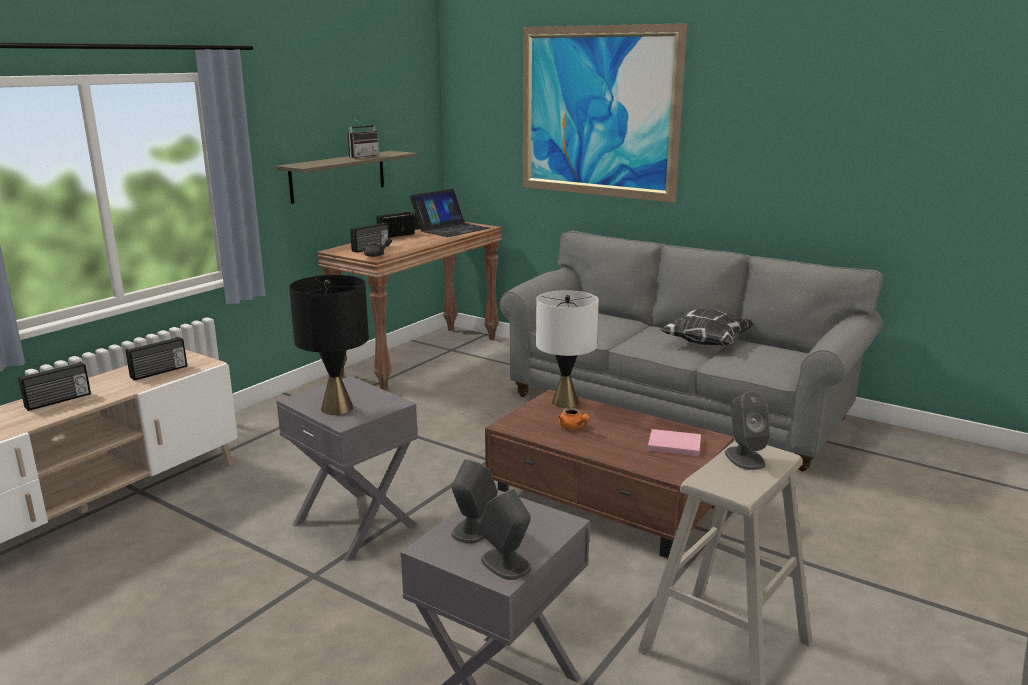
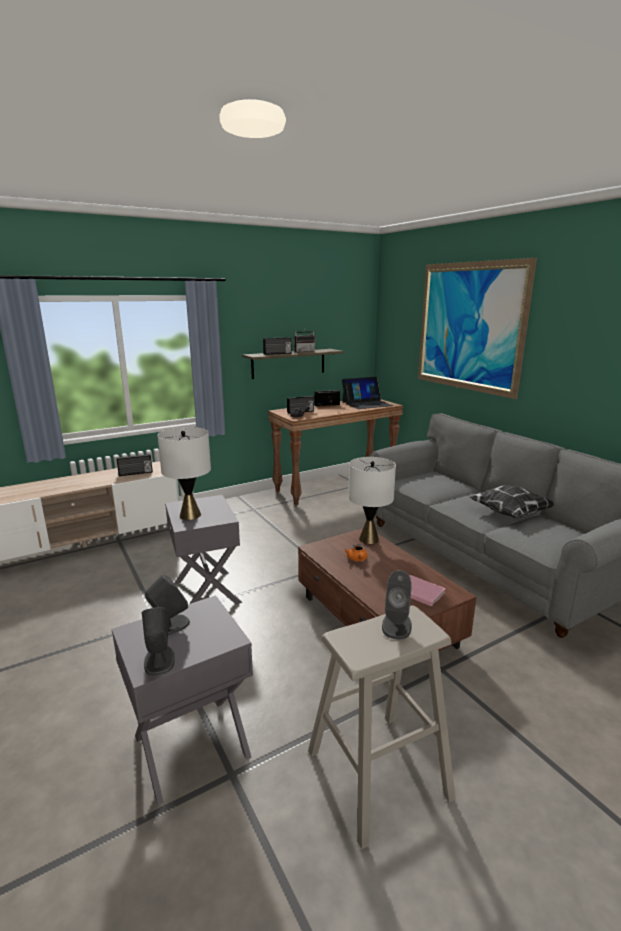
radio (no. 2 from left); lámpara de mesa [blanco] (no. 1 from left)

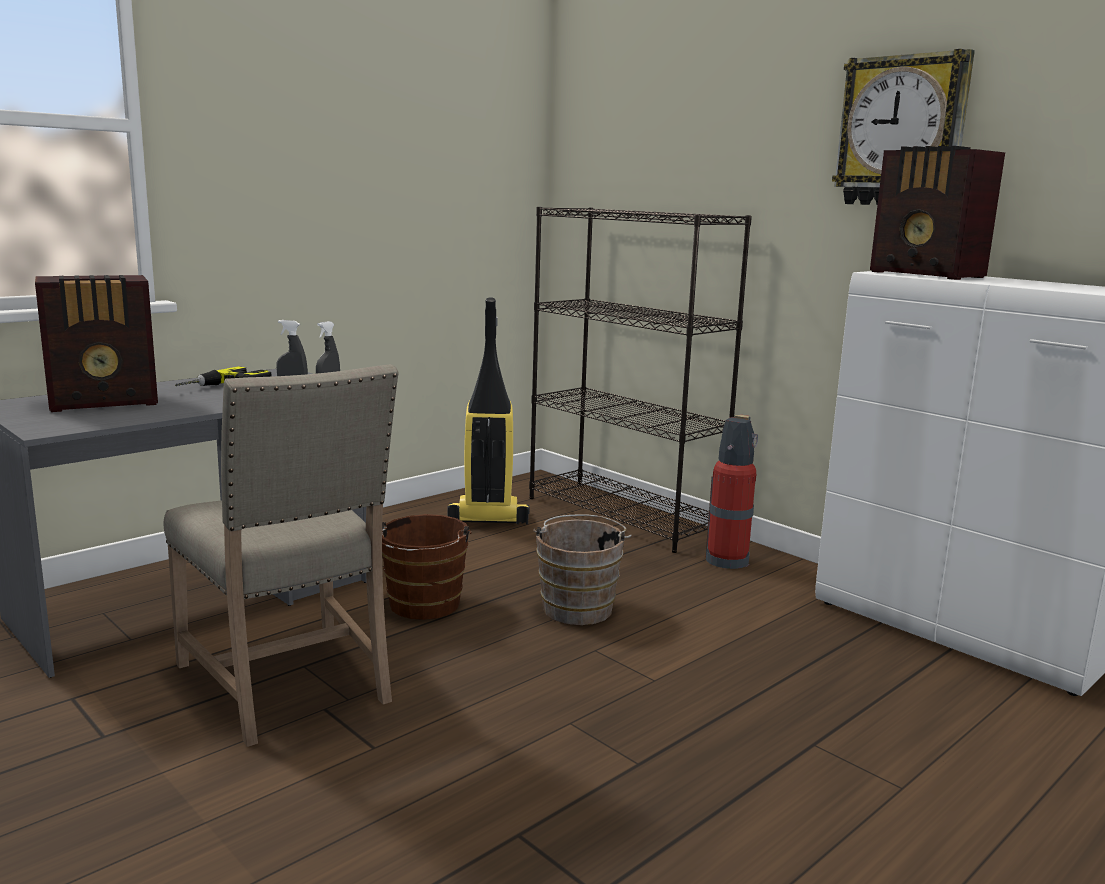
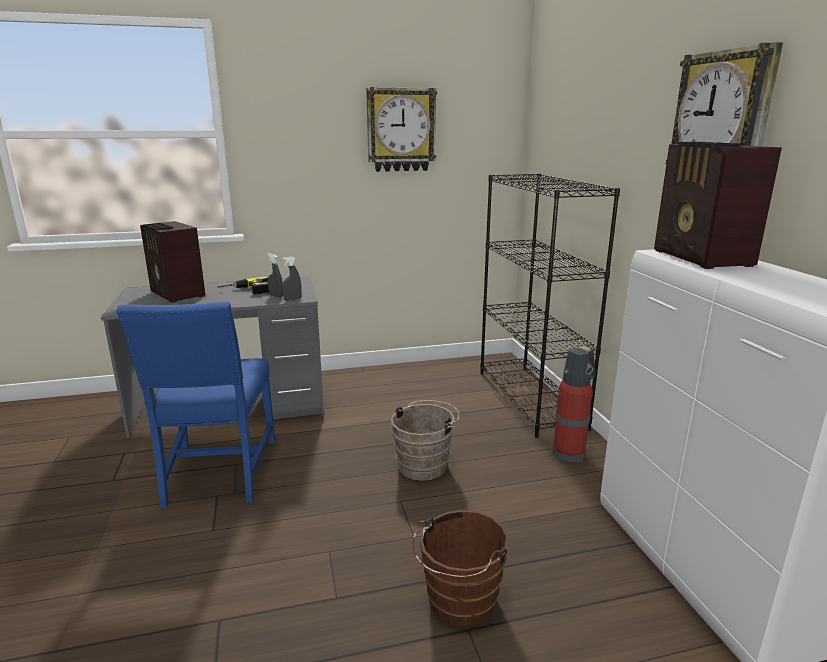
aspiradora; reloj de pared (no. 1 from left); cubo [marrón] (no. 2 from left); silla [azul]; radio (no. 1 from left)

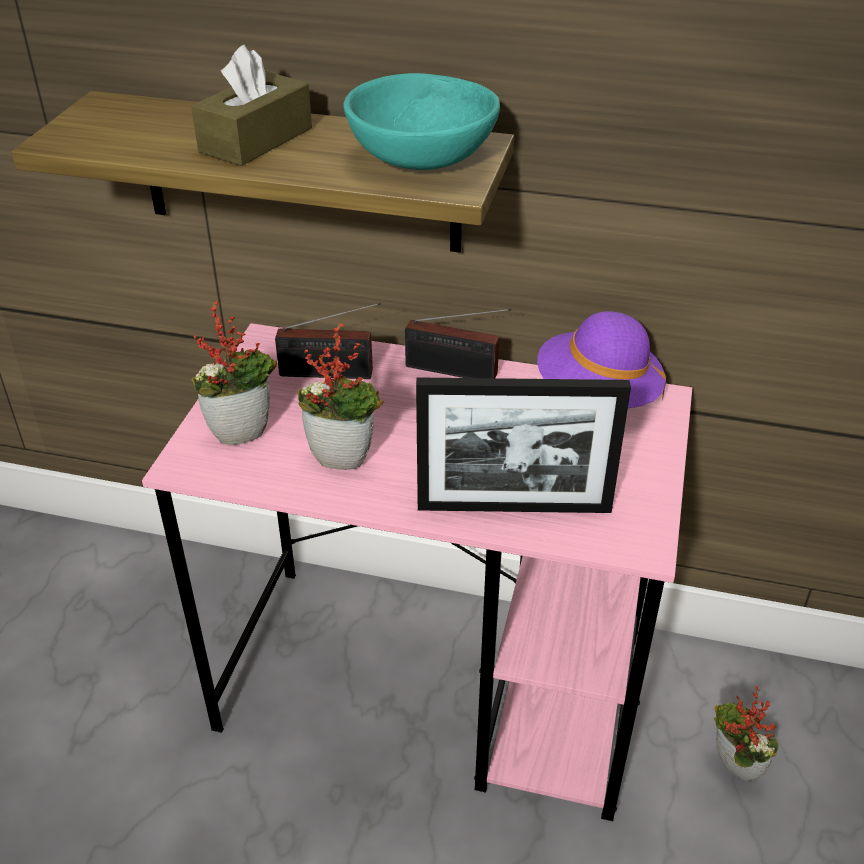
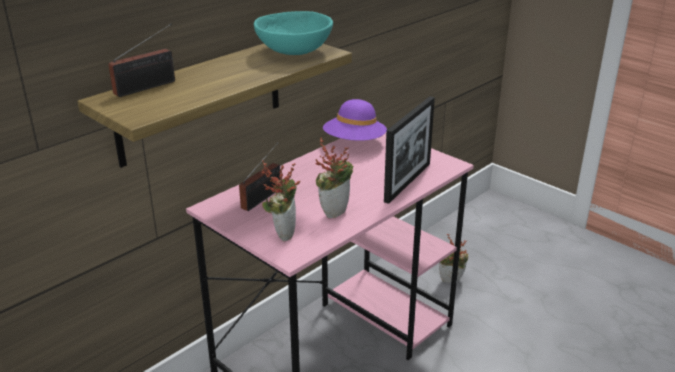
caja de pañuelos [marrón]; radio (no. 1 from left)

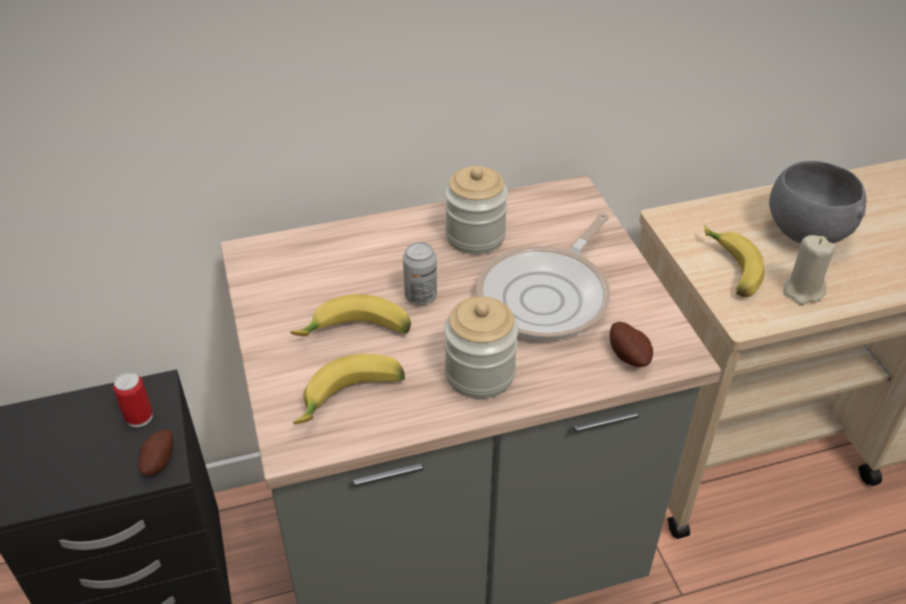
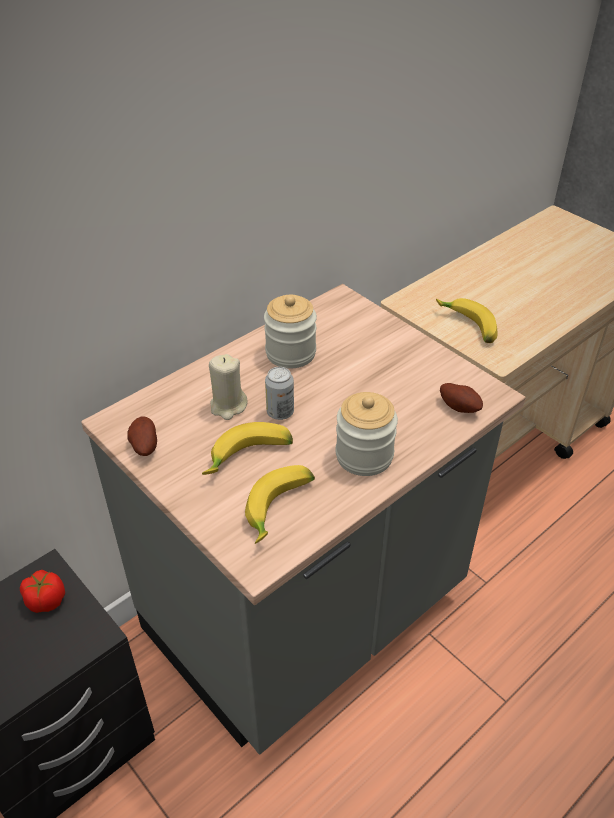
sartén; cuenco [gris]; patata (no. 1 from left); vela [beis]; tomate

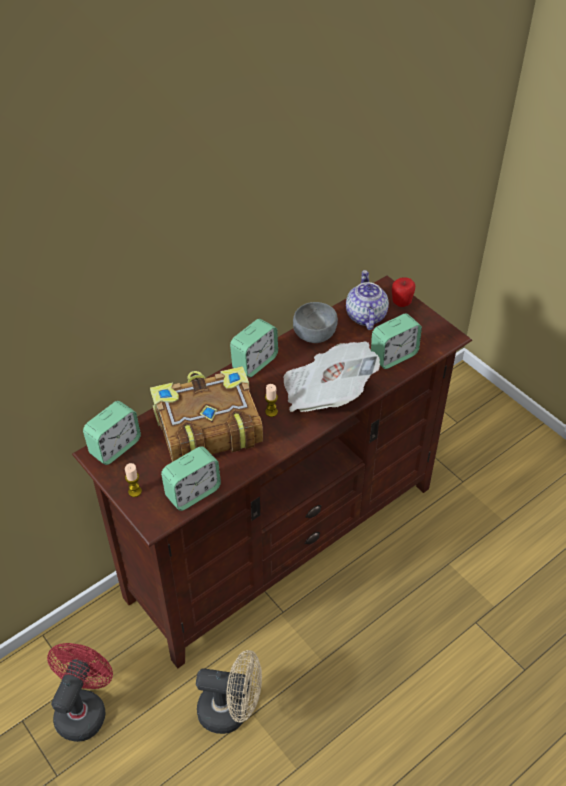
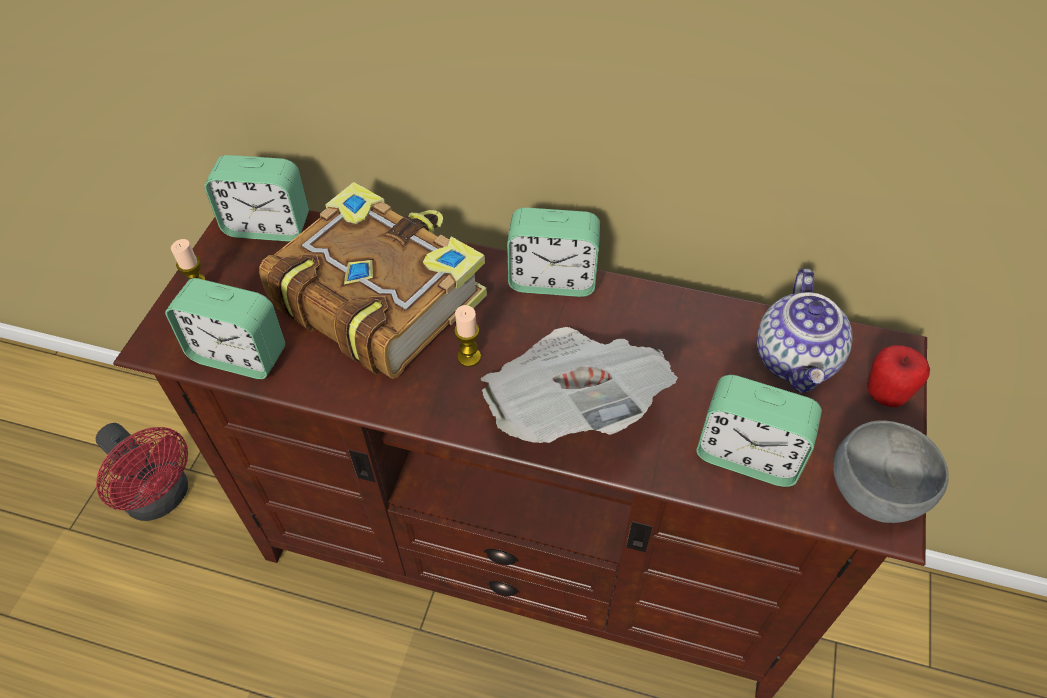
ventilador [beis]; cuenco [gris]; ventilador [rojo]; tetera

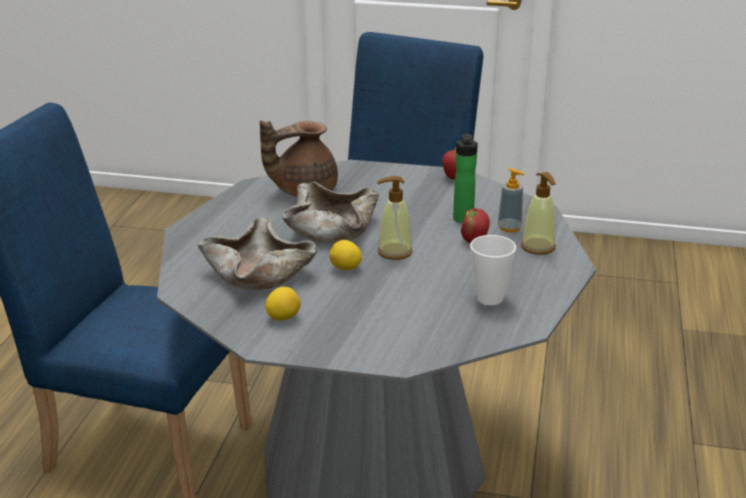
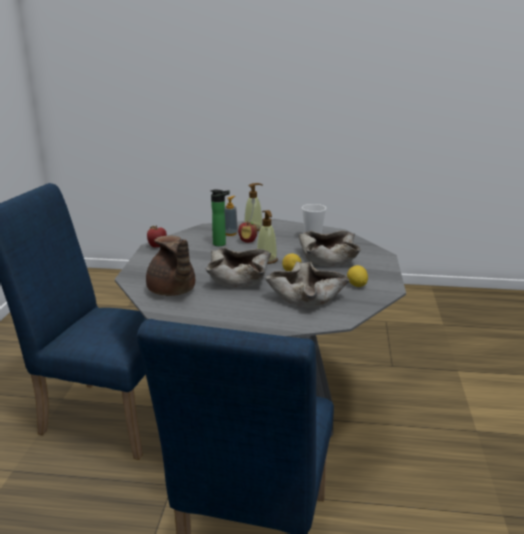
cuenco [beis] (no. 3 from left)

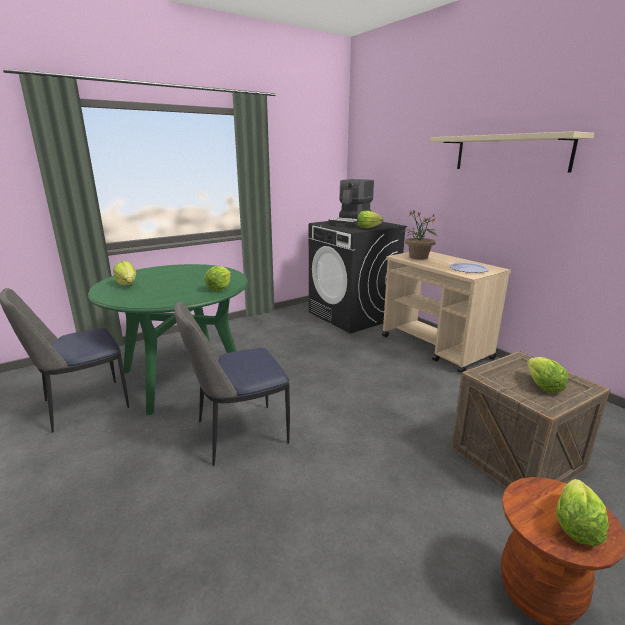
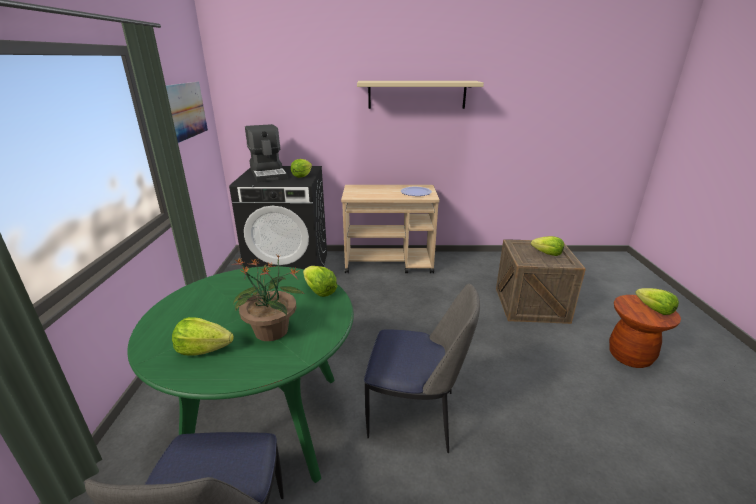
cuadro; planta en maceta; silla (no. 2 from left)

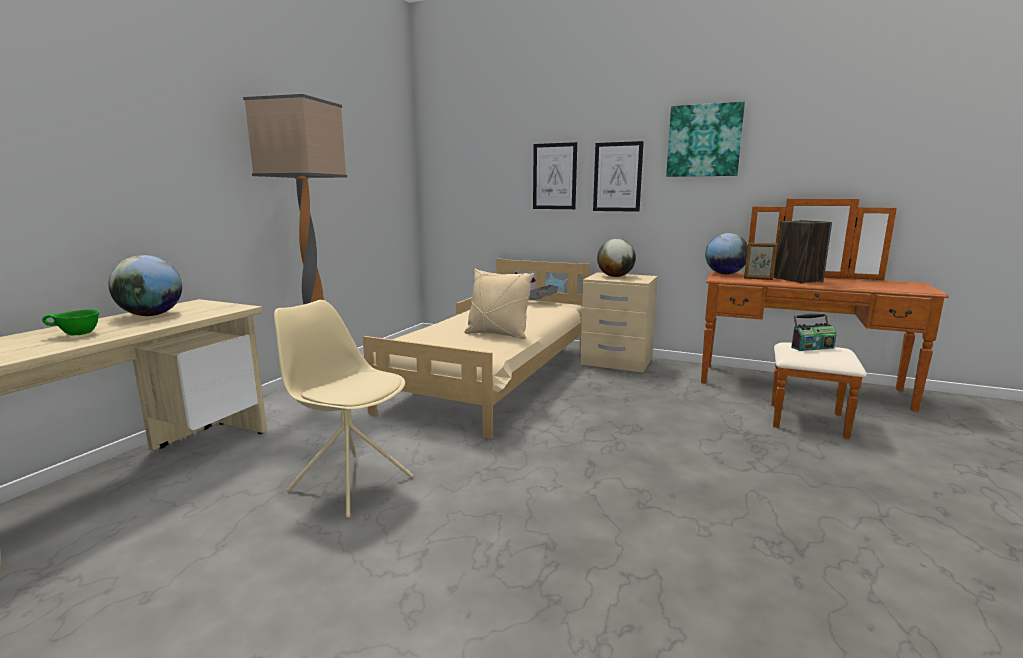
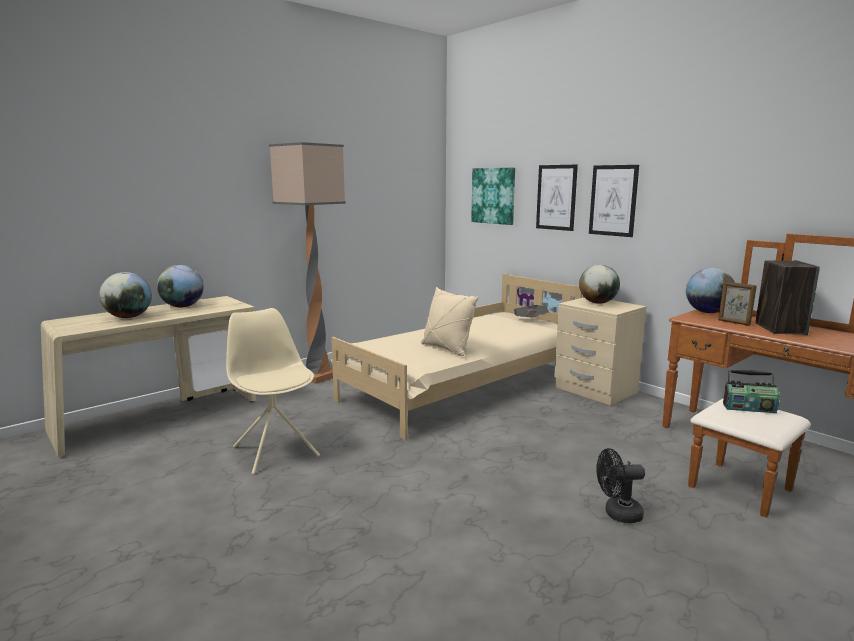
ventilador [negro]; cuadro (no. 1 from left); globo terráqueo (no. 1 from left)

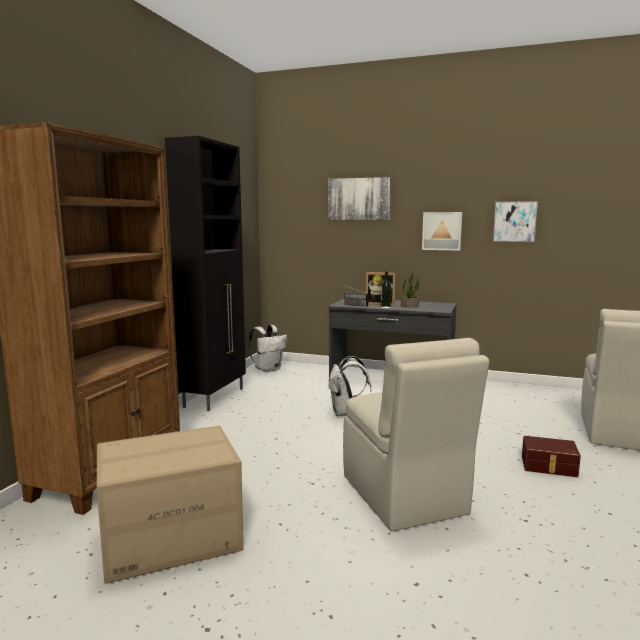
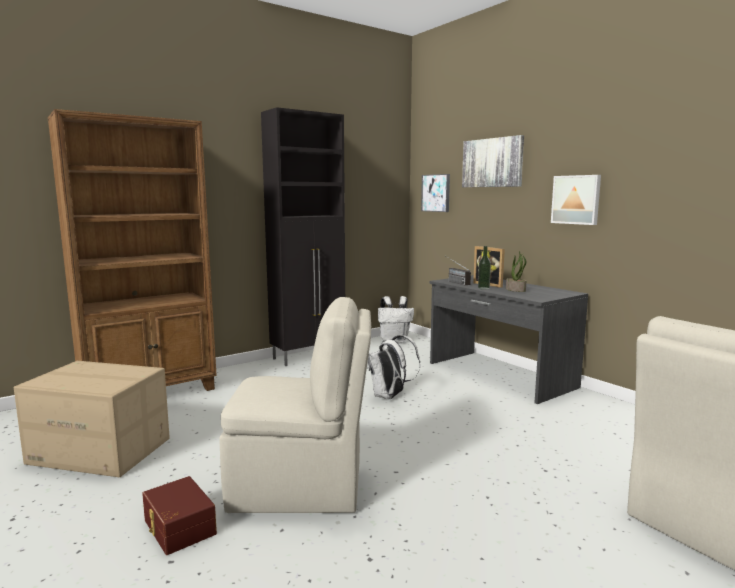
cuadro (no. 1 from left); caja de almacenaje [marrón]; silla [beis] (no. 1 from left)

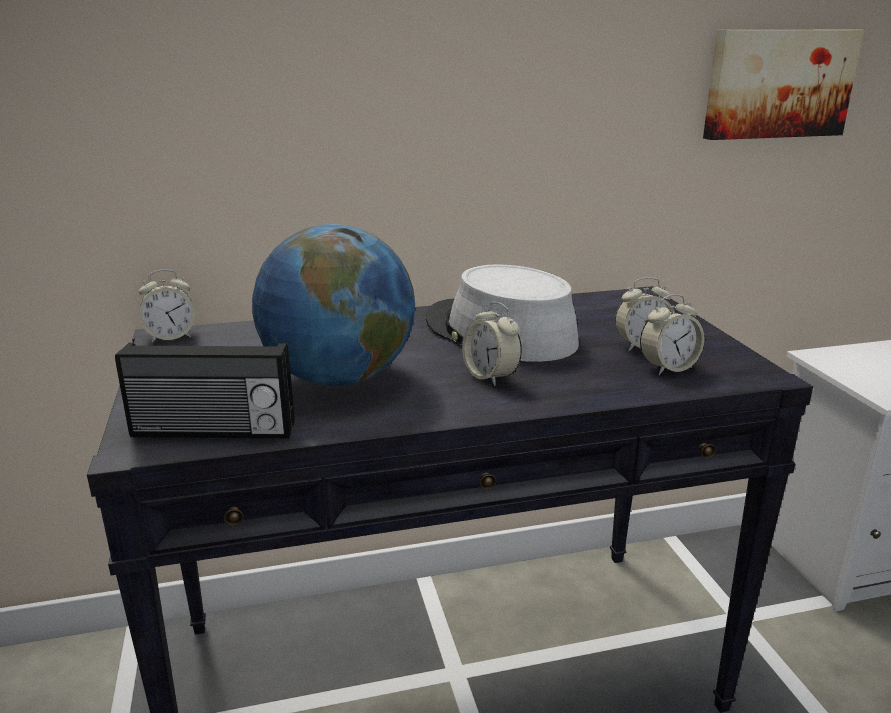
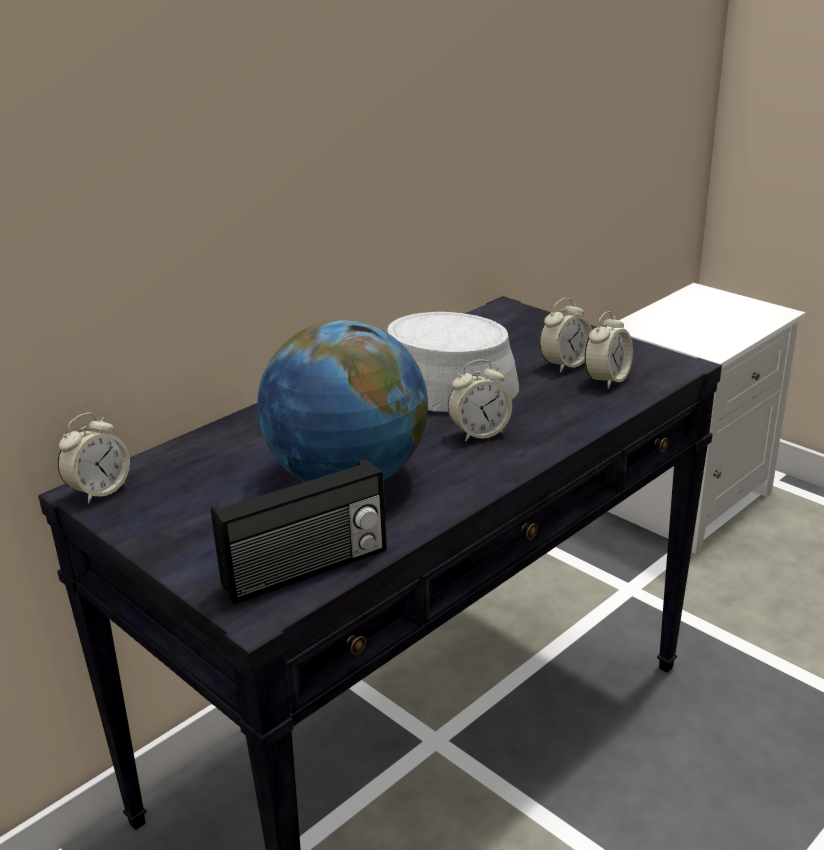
cuadro; despertador (no. 2 from left)

